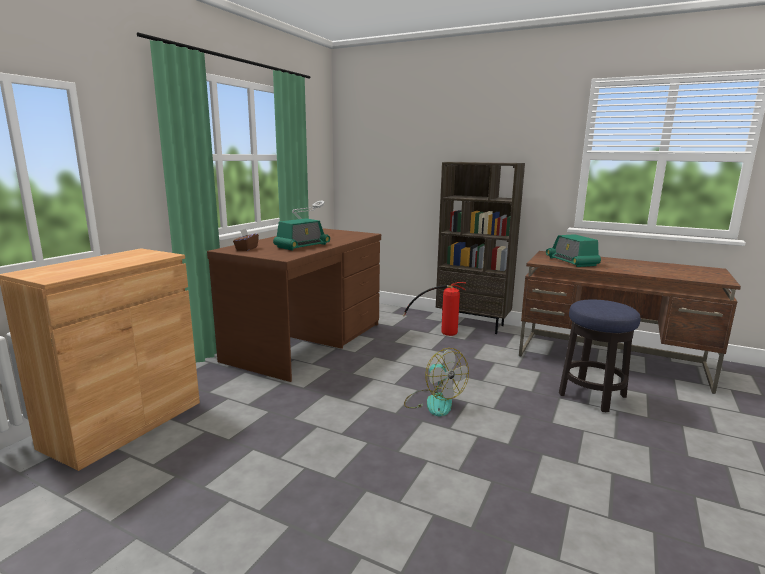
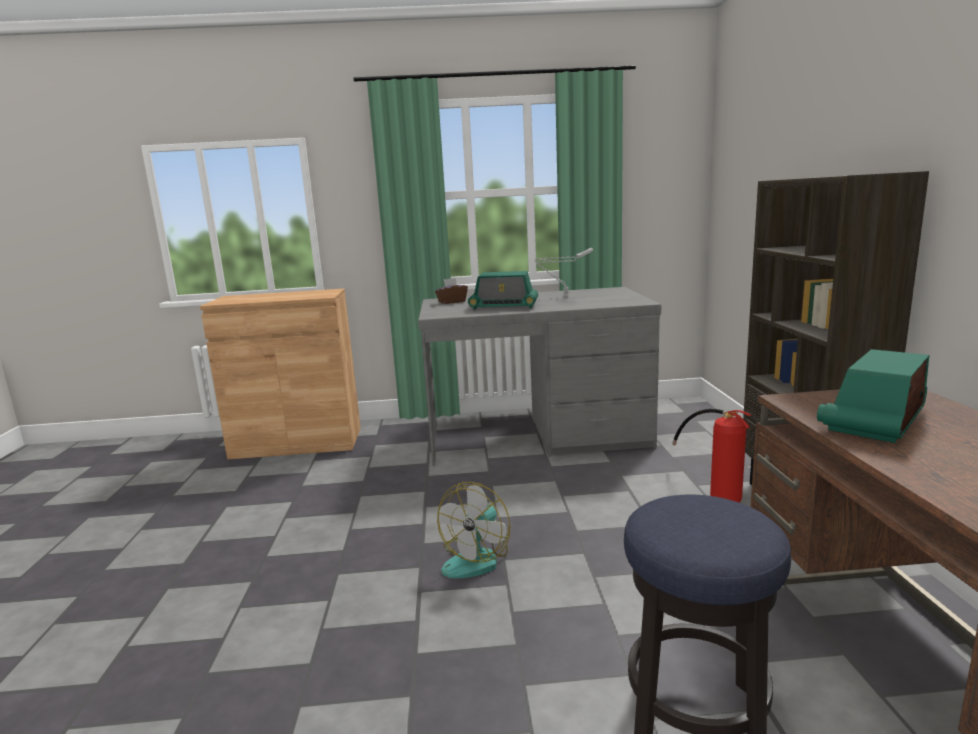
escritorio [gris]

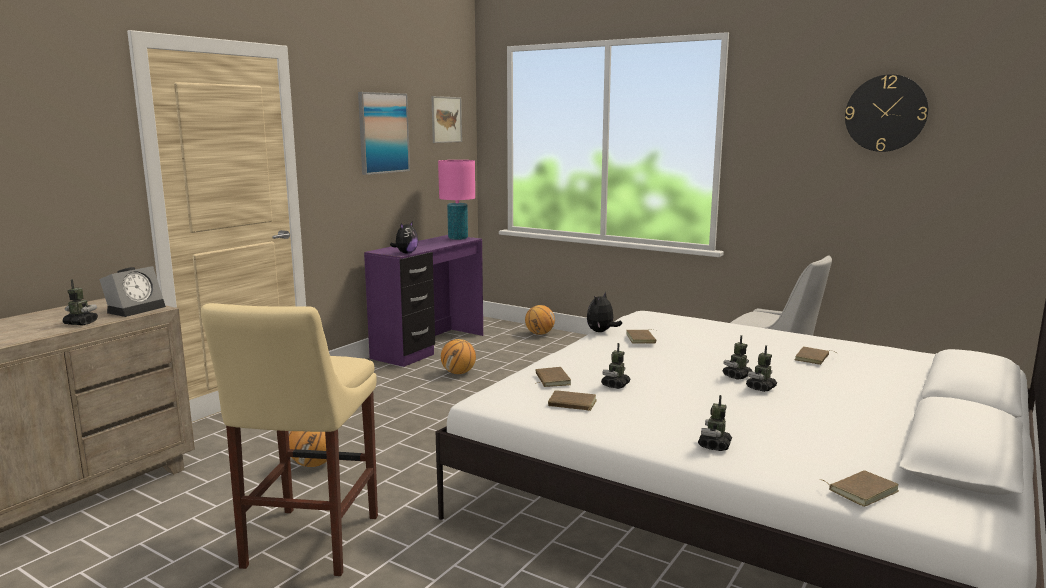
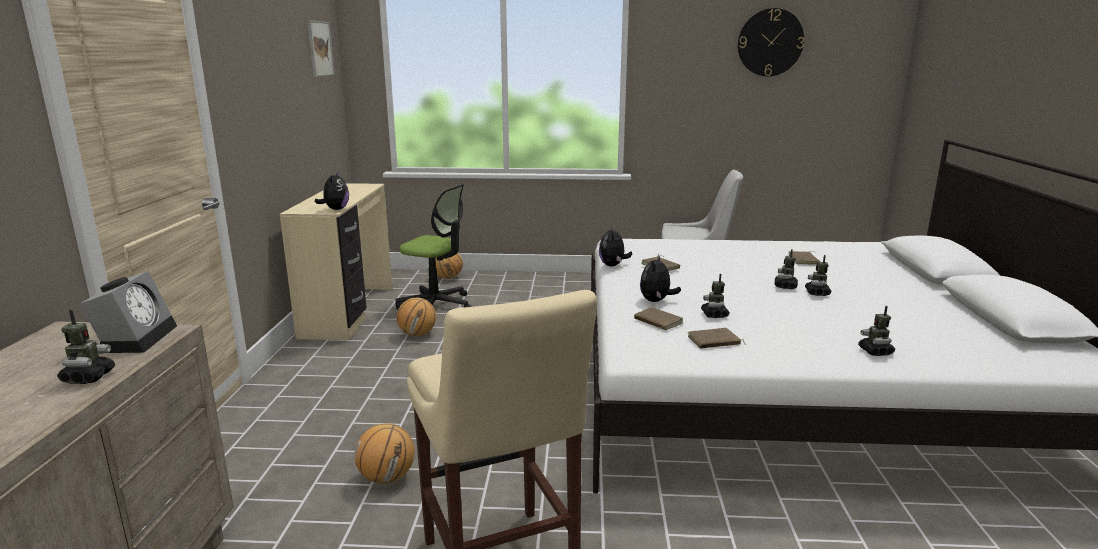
cuadro (no. 1 from left in the first image); lámpara de mesa [rosa]; libro [marrón] (no. 5 from left in the first image); silla de oficina; peluche (no. 3 from left); escritorio [beis]; robot de juguete (no. 1 from left)

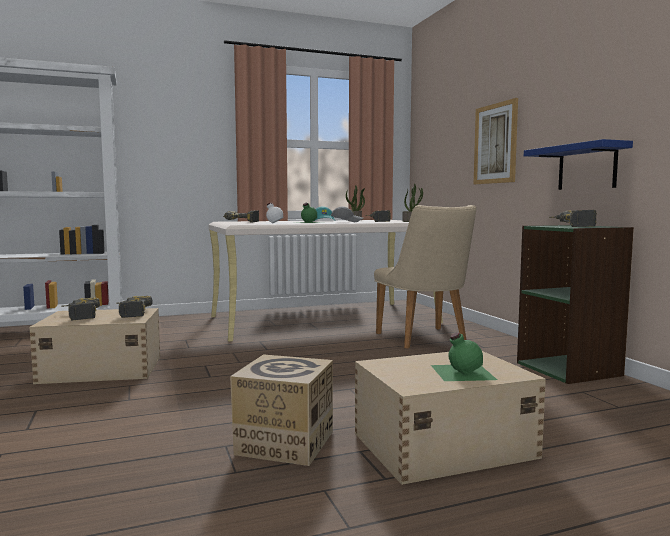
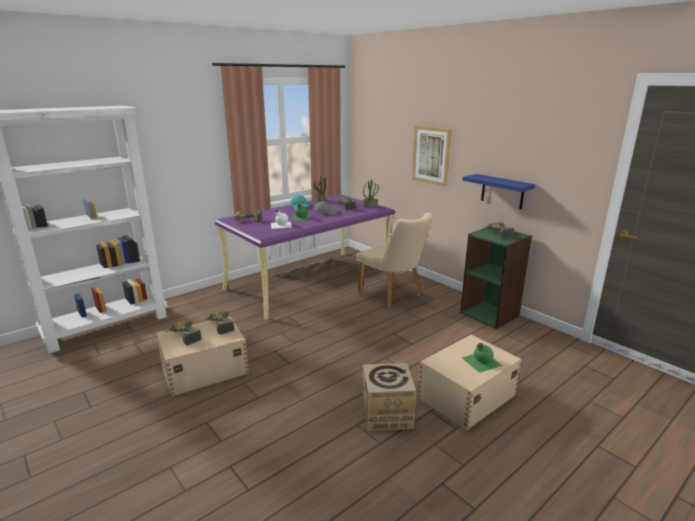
escritorio [morado]

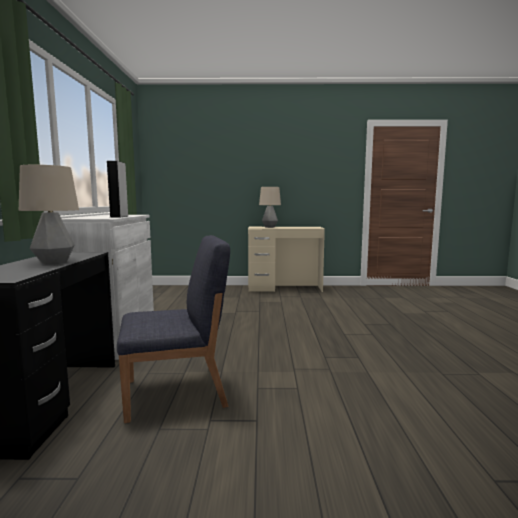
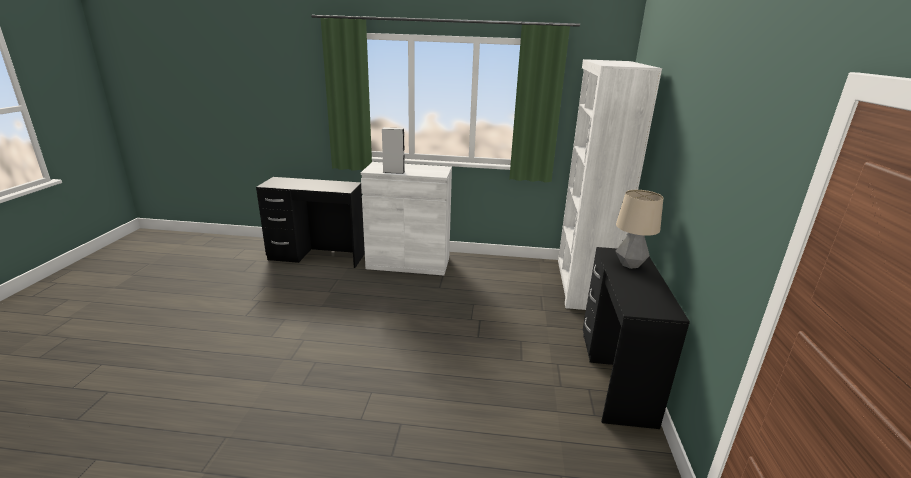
lámpara de mesa (no. 1 from left in the first image); silla [azul]; estantería [blanco]; escritorio [negro] (no. 2 from left)

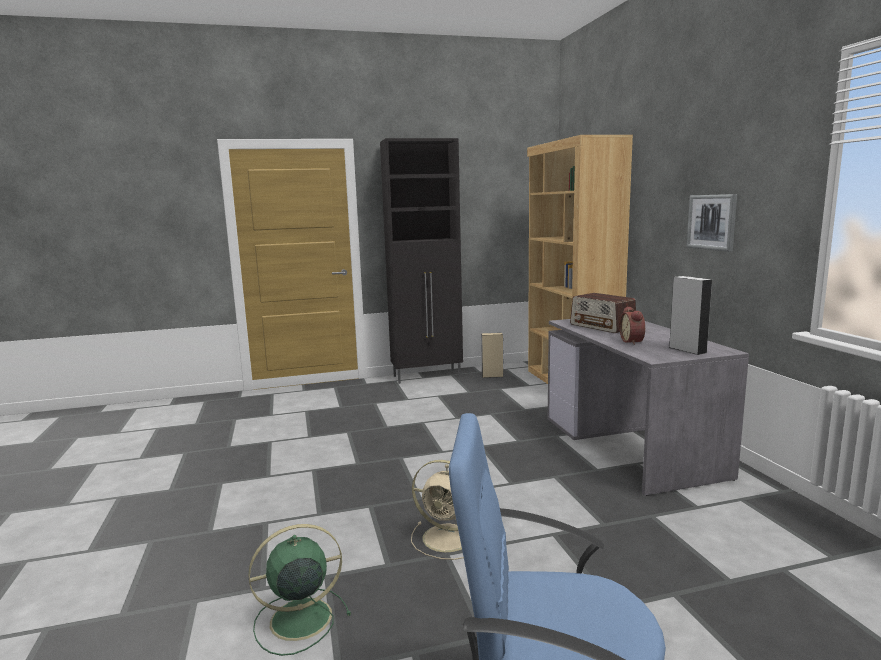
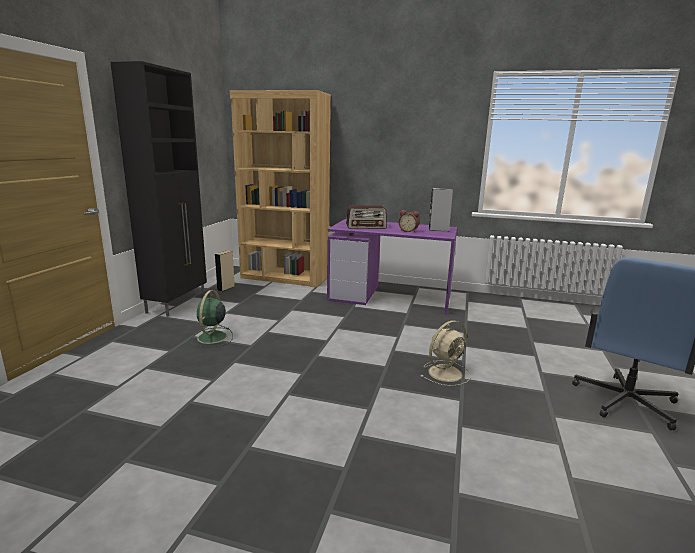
cuadro; ventilador [verde]; escritorio [morado]

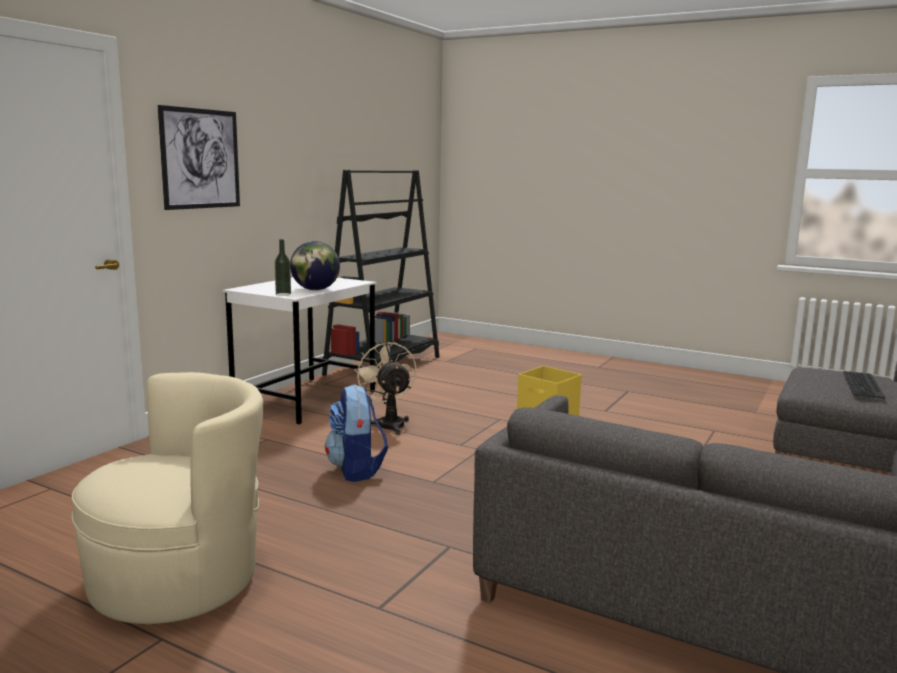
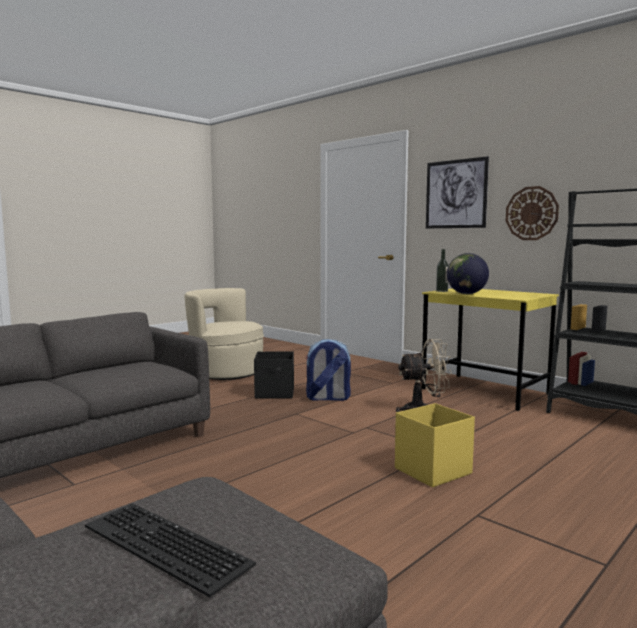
caja de almacenaje [negro]; reloj de pared; escritorio [amarillo]; sillón [beis]

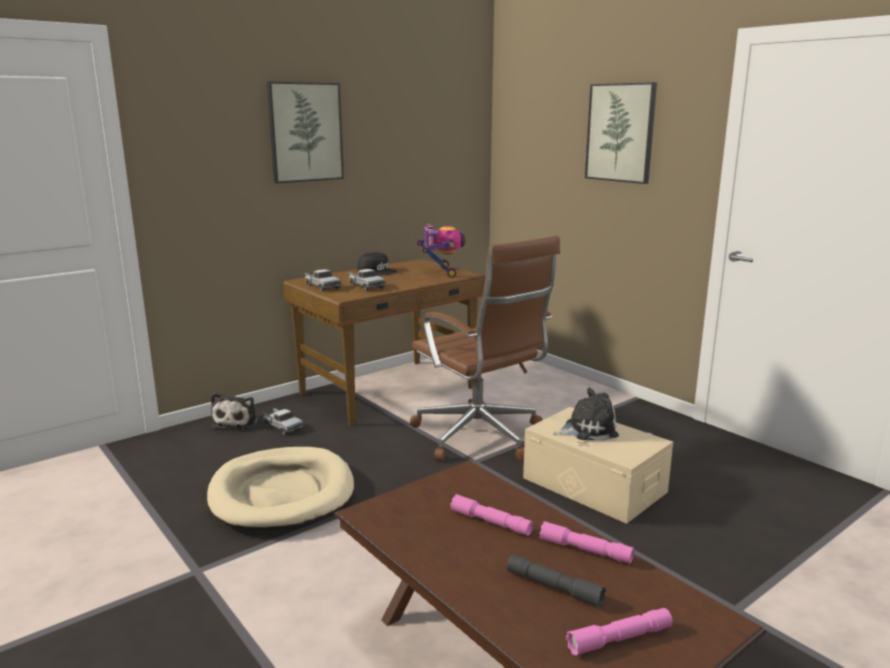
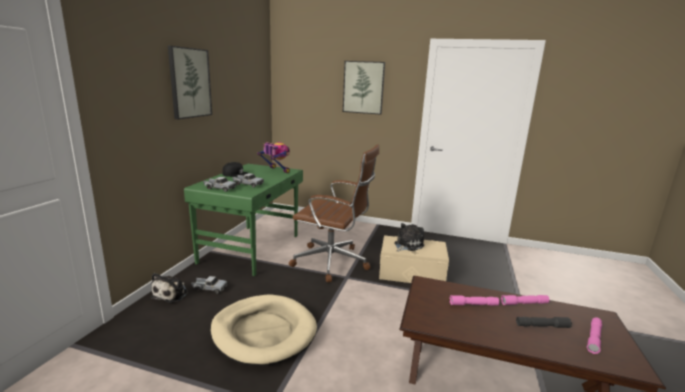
escritorio [verde]; peluche (no. 1 from left)

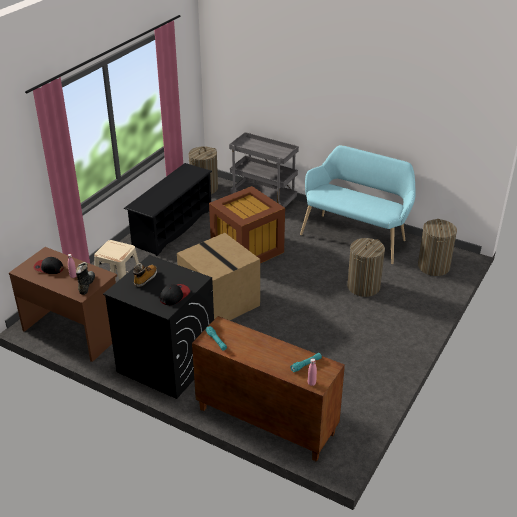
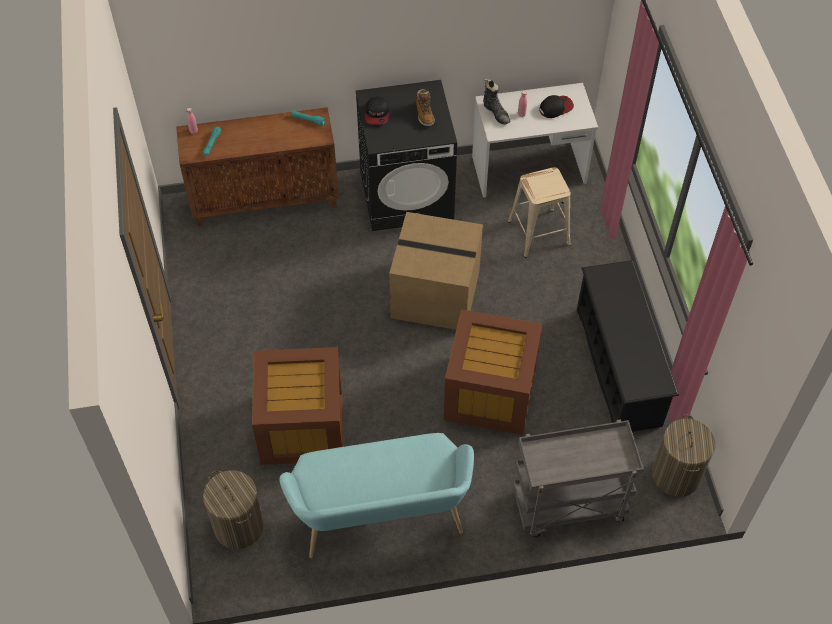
caja de almacenaje [marrón] (no. 1 from left); escritorio [blanco]

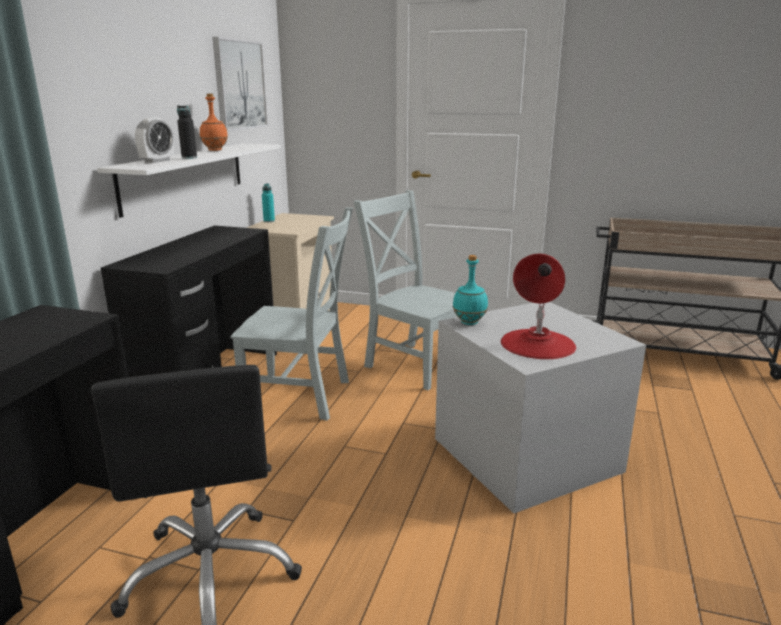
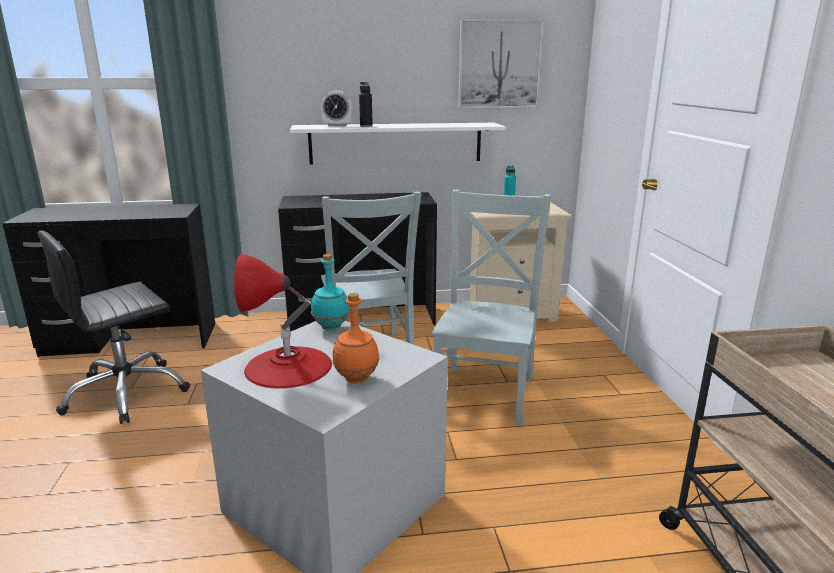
botella [naranja]

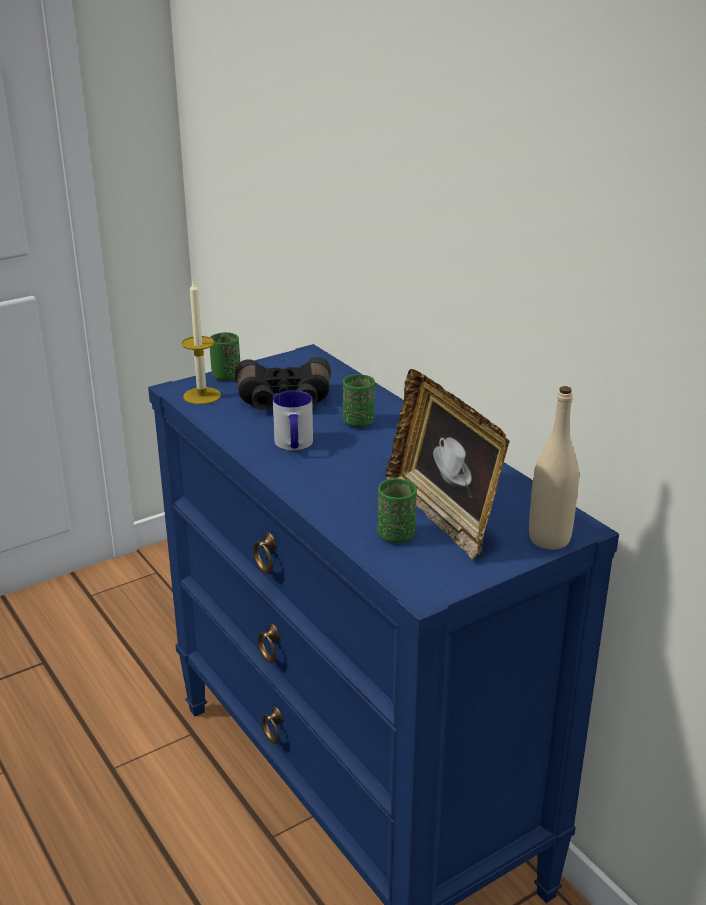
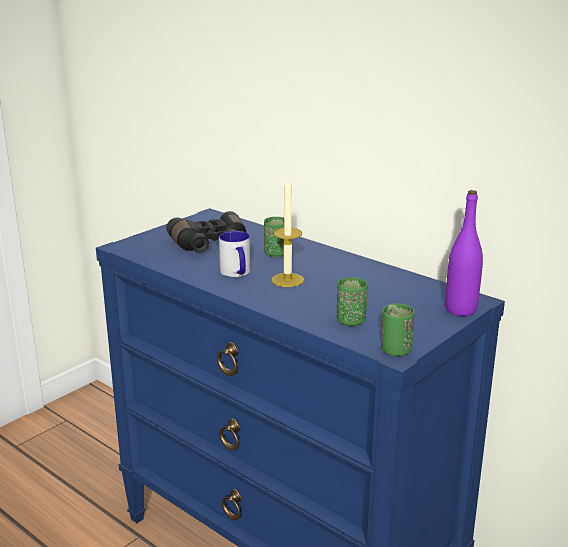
portarretratos; vela; taza [verde] (no. 3 from left); botella [morado]

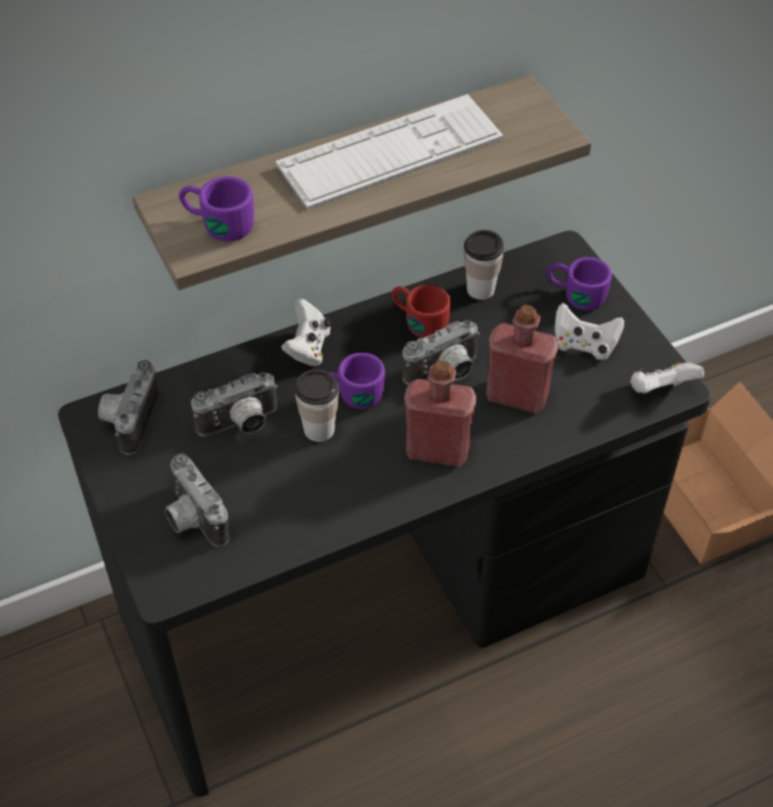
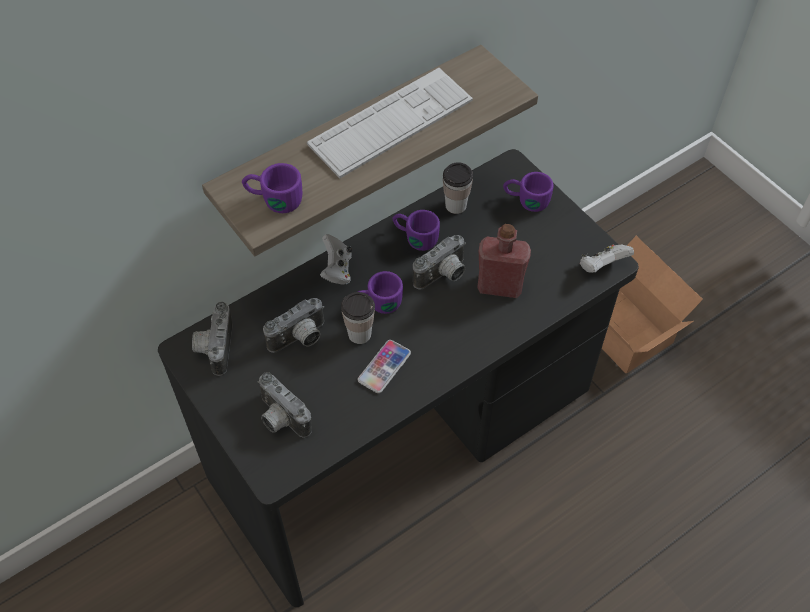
botella [rojo] (no. 1 from left in the first image); mando de consola [blanco] (no. 2 from left in the first image); móvil; taza grande [morado] (no. 3 from left)

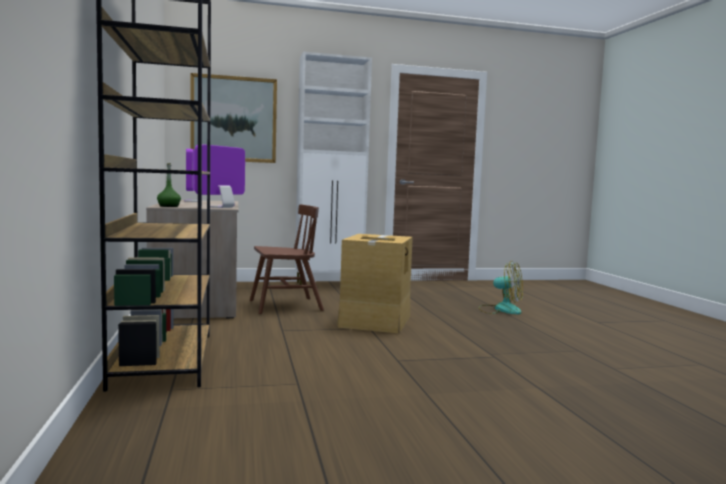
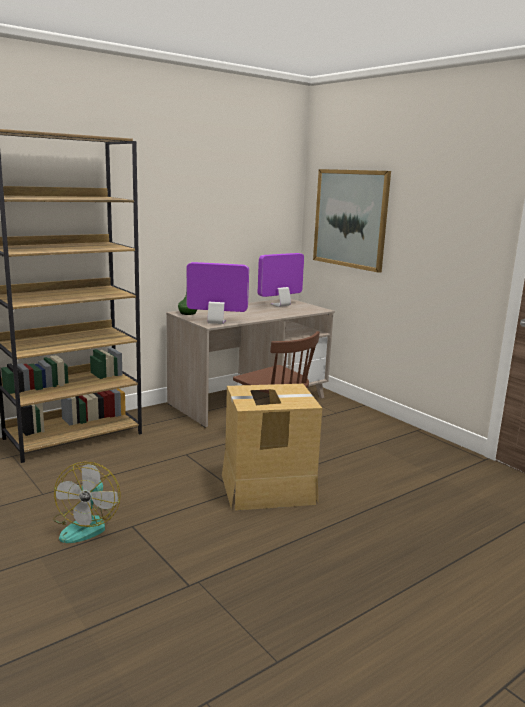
armario [blanco]; ventilador

